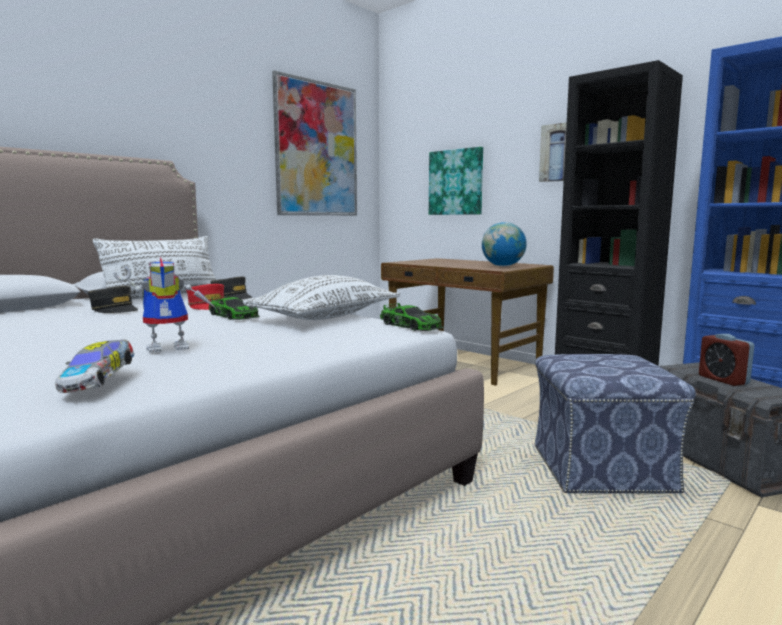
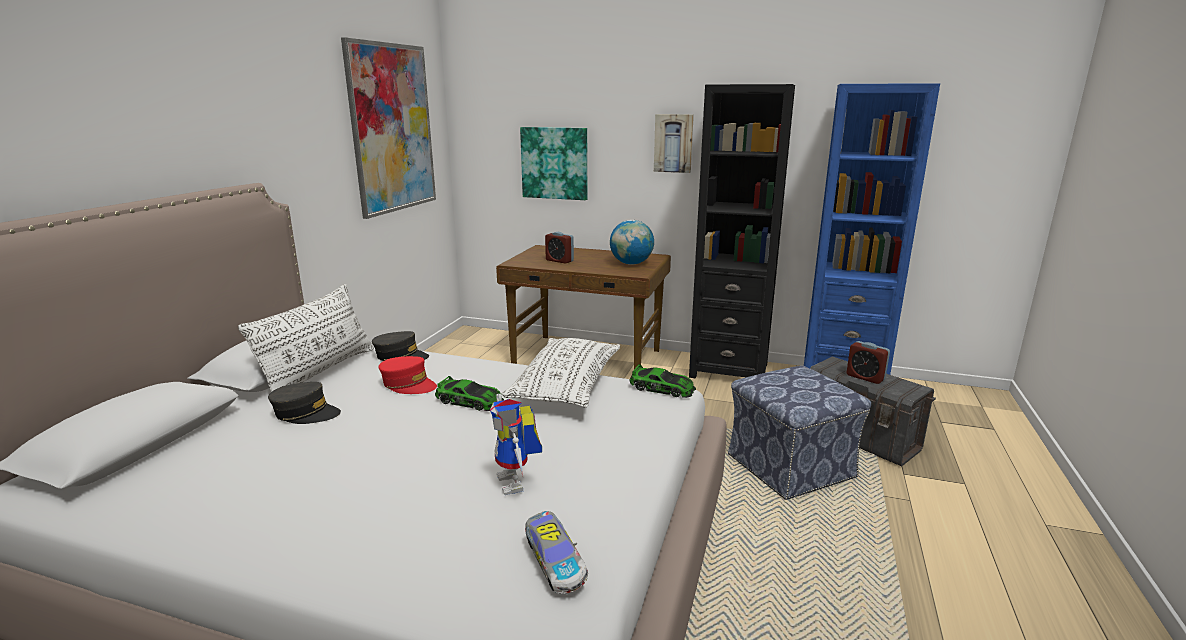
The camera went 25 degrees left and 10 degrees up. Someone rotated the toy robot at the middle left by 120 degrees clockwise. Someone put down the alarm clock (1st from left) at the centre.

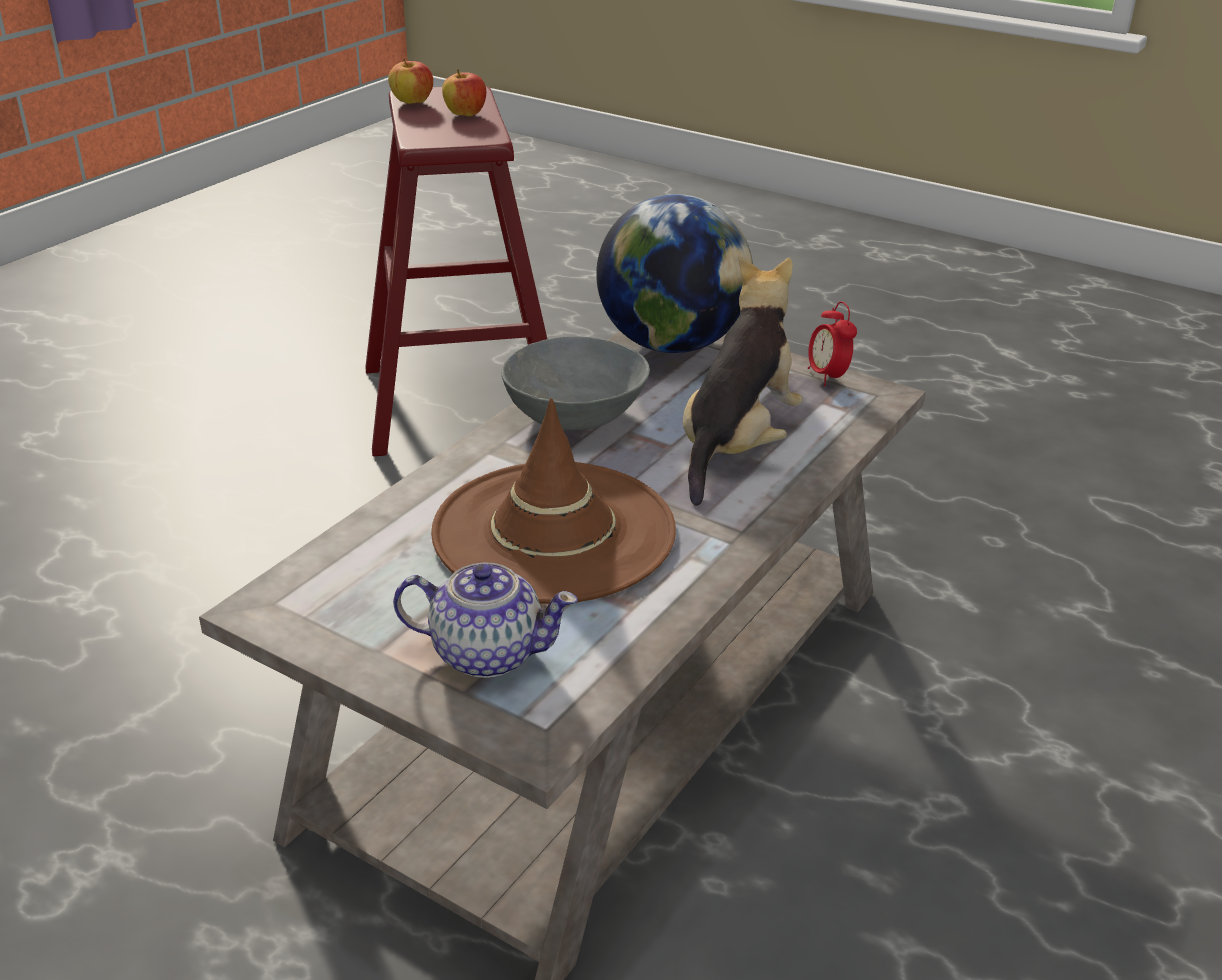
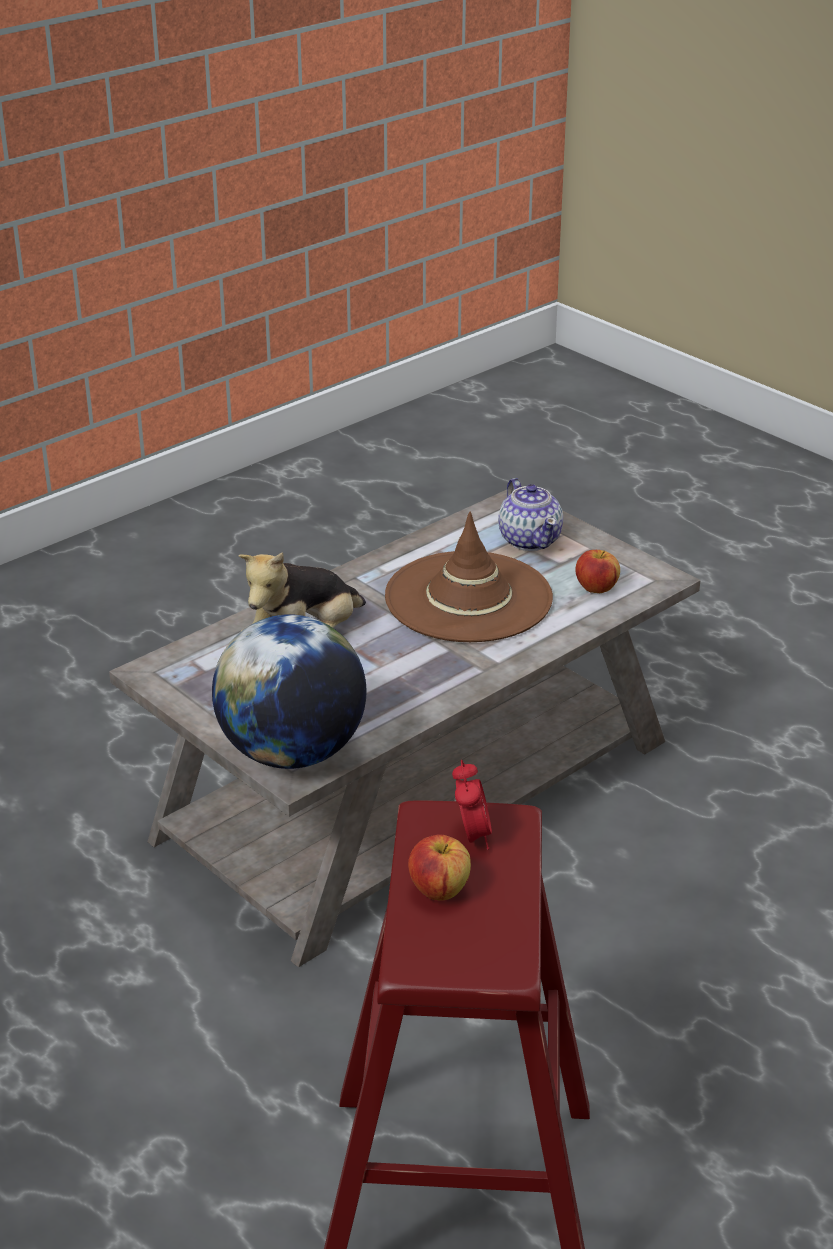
The camera went 165 degrees left and 0 degrees up. Someone carried the apple (1st from left in the first image) from the top centre to the middle right. Someone rotated the teapot at the centre by 135 degrees counterclockwise. Someone took away the grey bowl at the centre. Someone carried the alarm clock from the middle right to the centre.

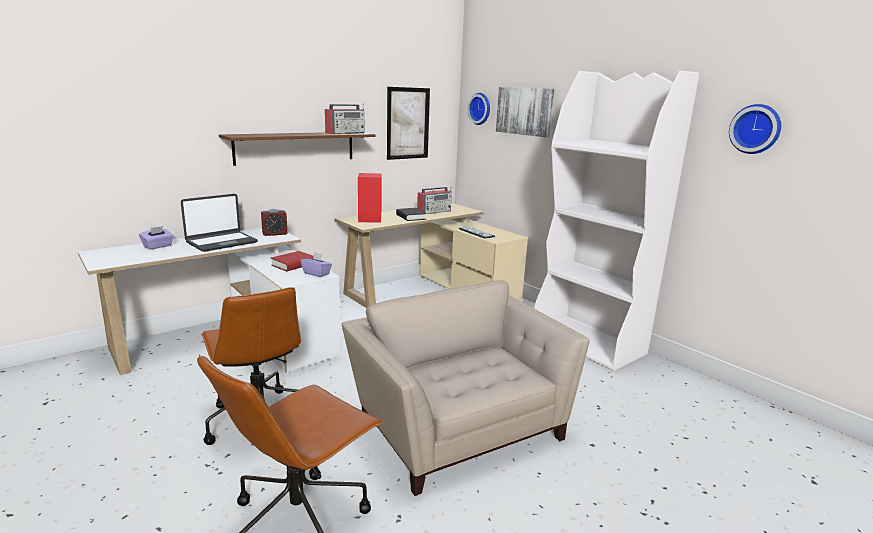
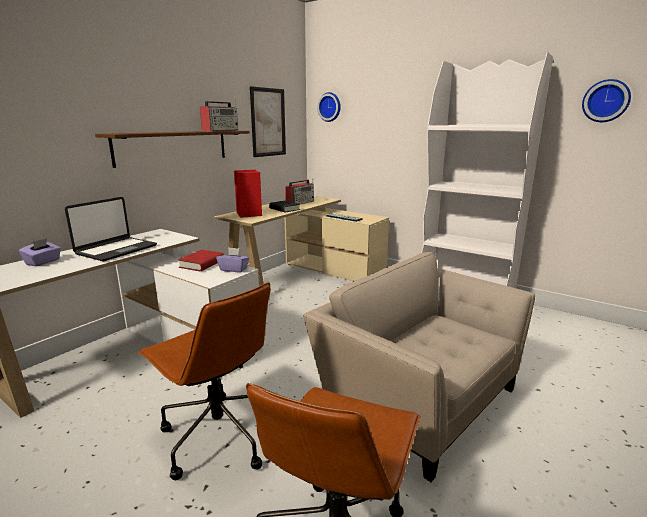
The camera went 15 degrees left and 0 degrees up. Someone took away the alarm clock at the middle left. Someone took away the picture (2nd from left) at the top centre.

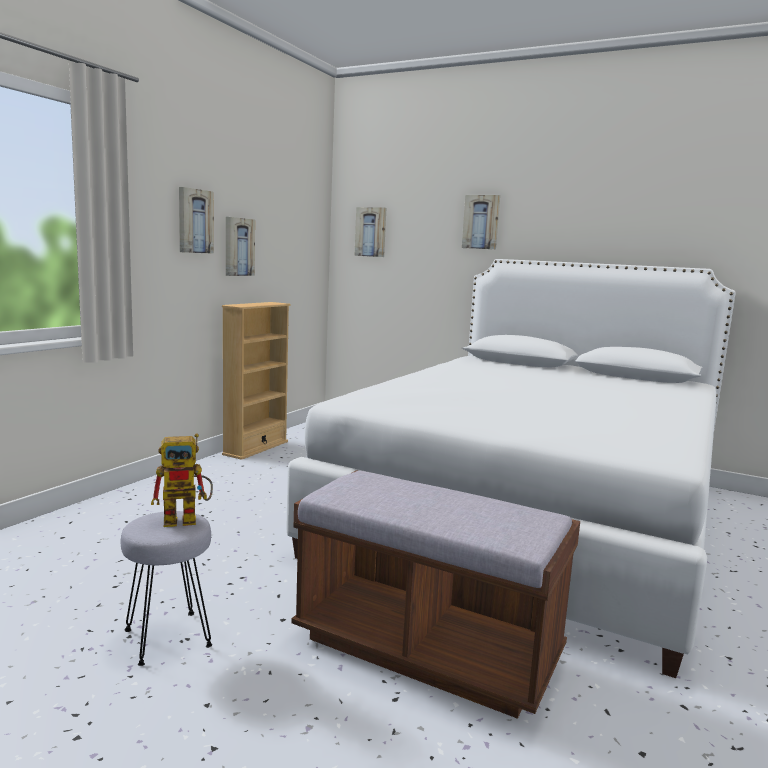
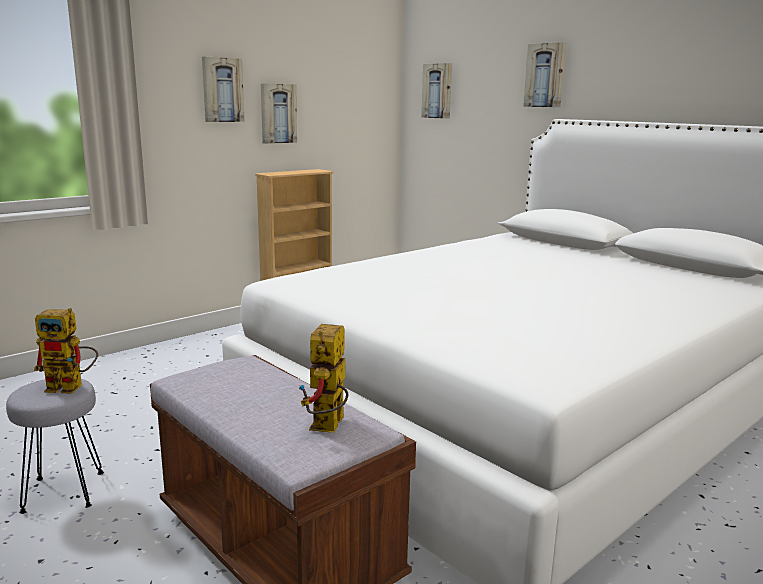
The camera went 20 degrees right and 5 degrees up. Someone put down the toy robot (2nd from left) at the centre.

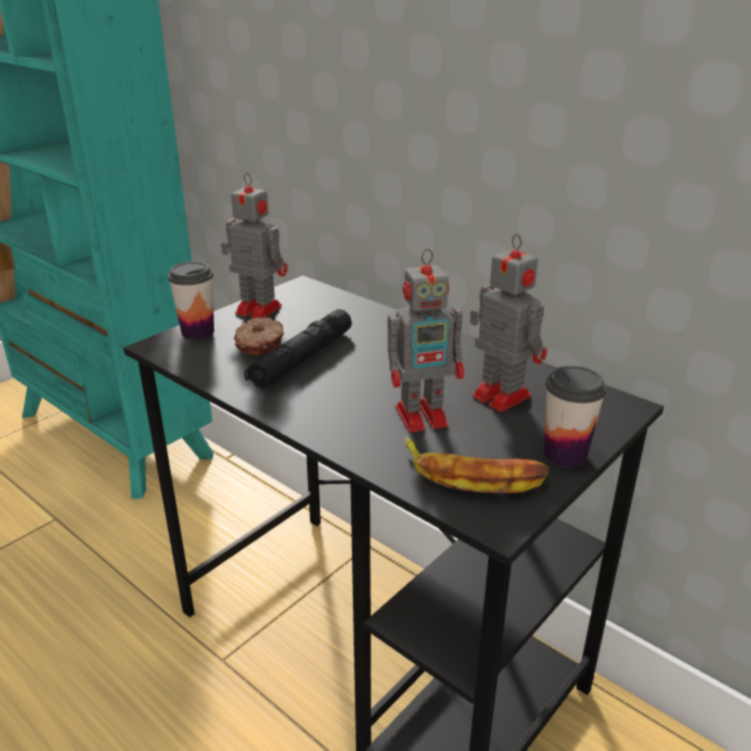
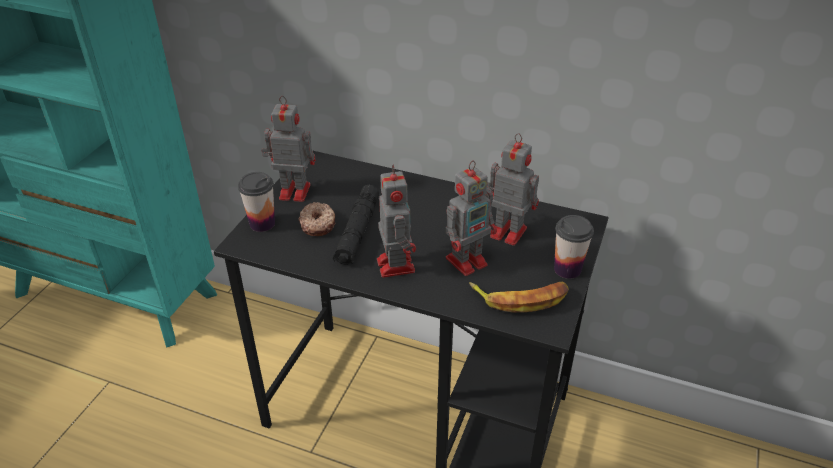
The camera went 20 degrees left and 10 degrees up. Someone put down the toy robot (2nd from left) at the centre.

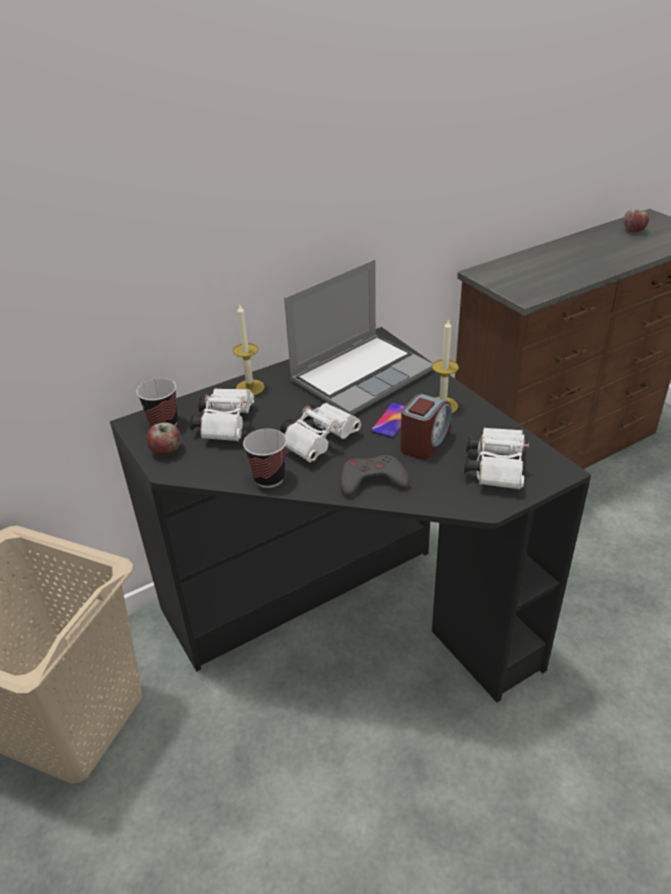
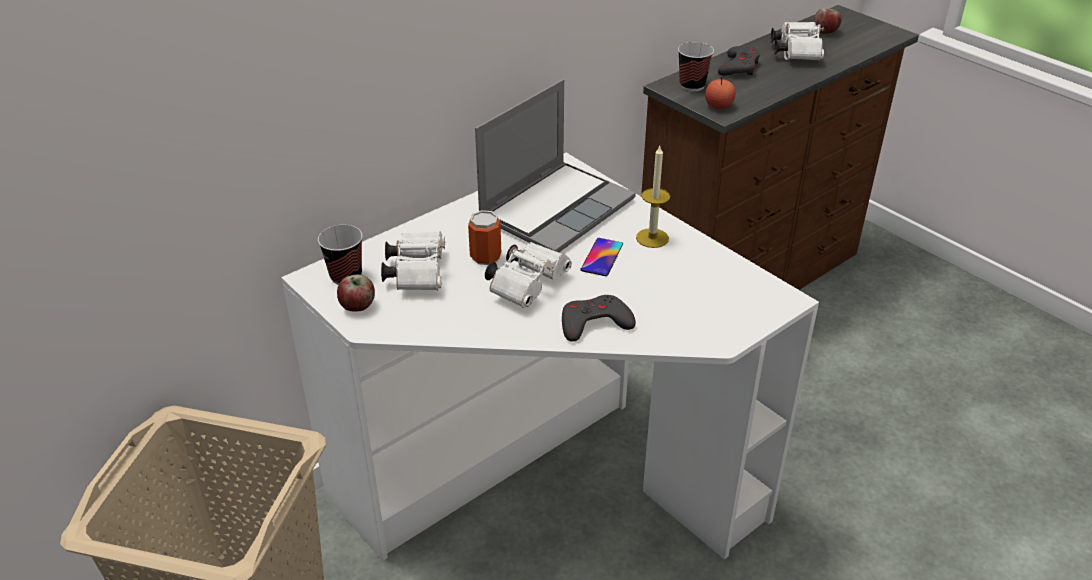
The camera went 10 degrees left and 0 degrees up. Someone repainted the black desk at the centre, which became the white desk at the centre. Someone took away the candle (1st from left) at the centre. Someone carried the cup (2nd from left) from the centre to the top centre. Someone took away the alarm clock at the centre. Someone carried the white binoculars (3rd from left) from the middle right to the top right. Someone put down the can at the centre. Someone put down the apple (2nd from left) at the top centre. Someone put down the grey game controller (2nd from left) at the top right.

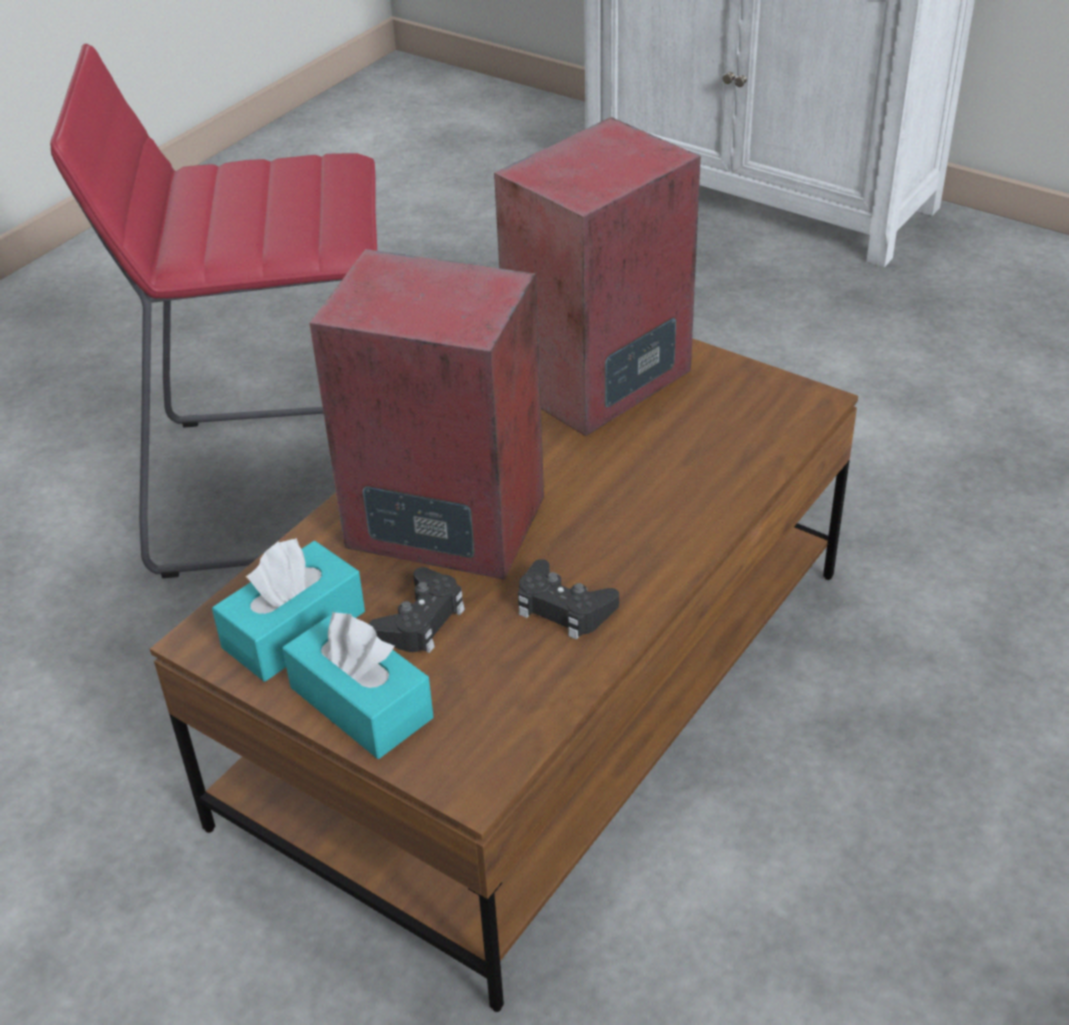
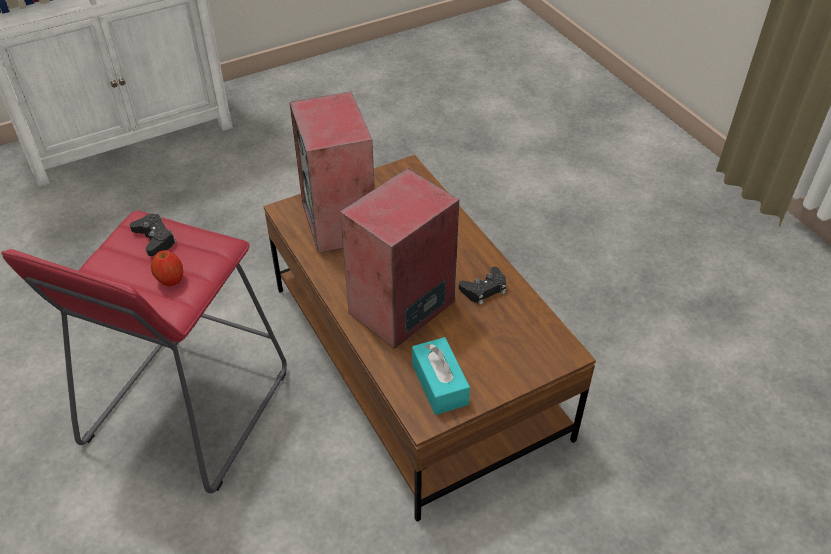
The camera went 65 degrees left and 5 degrees up. Someone took away the turquoise tissue box (2nd from left) at the bottom centre. Someone carried the black game controller (1st from left) from the centre to the middle left. Someone put down the apple at the middle left.

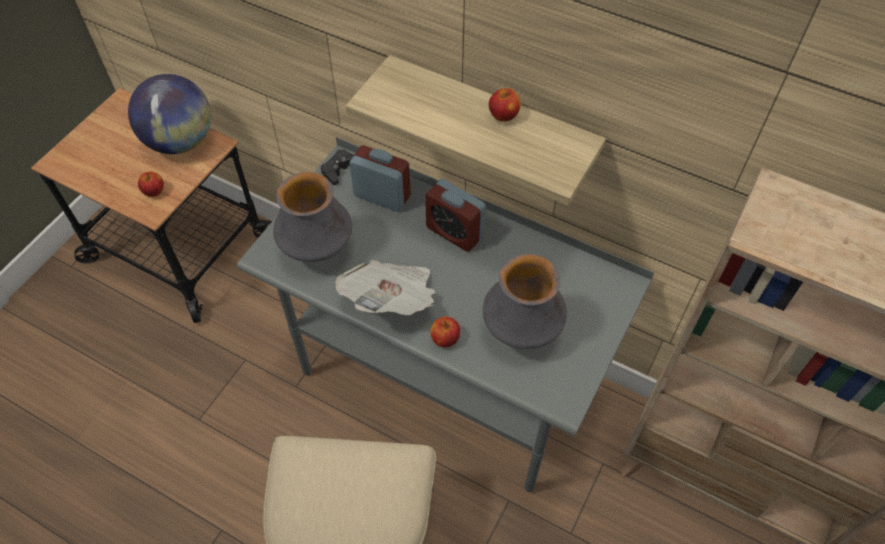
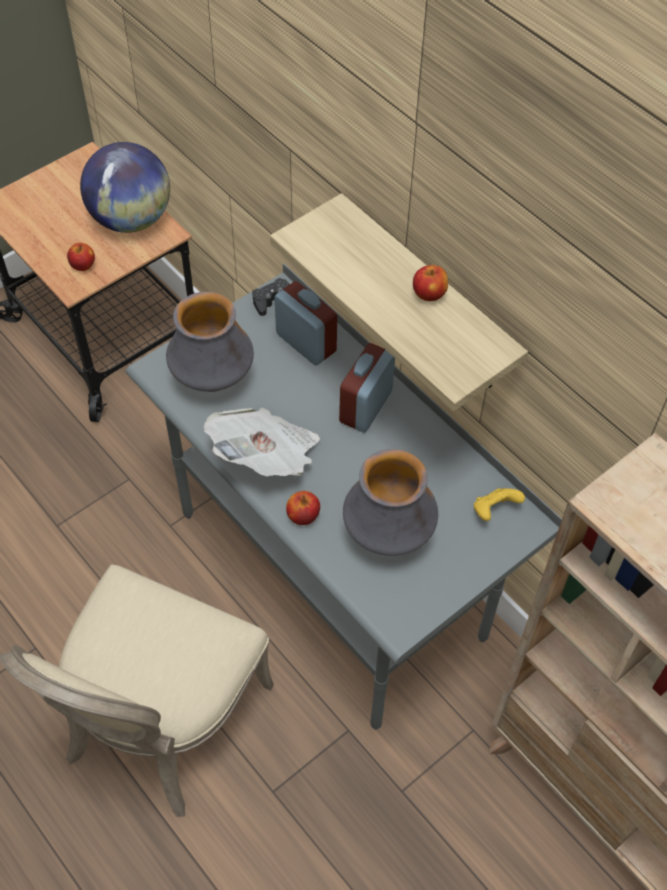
The camera went 20 degrees right and 0 degrees up. Someone rotated the alarm clock (2nd from left) at the centre by 60 degrees clockwise. Someone put down the yellow game controller at the middle right.

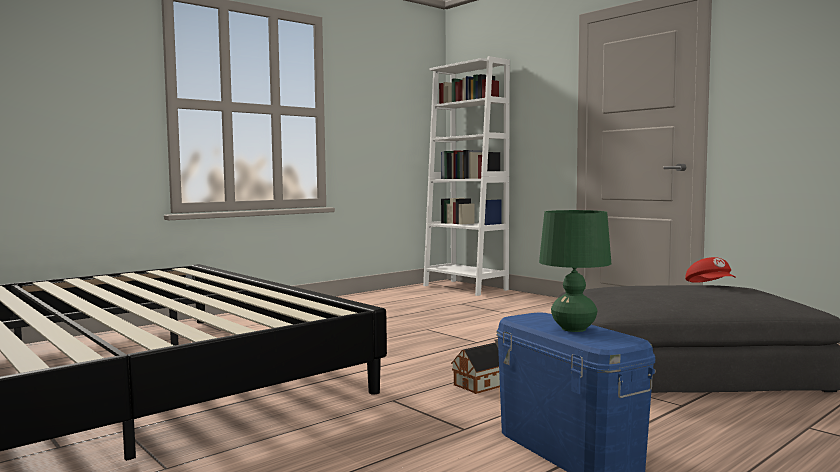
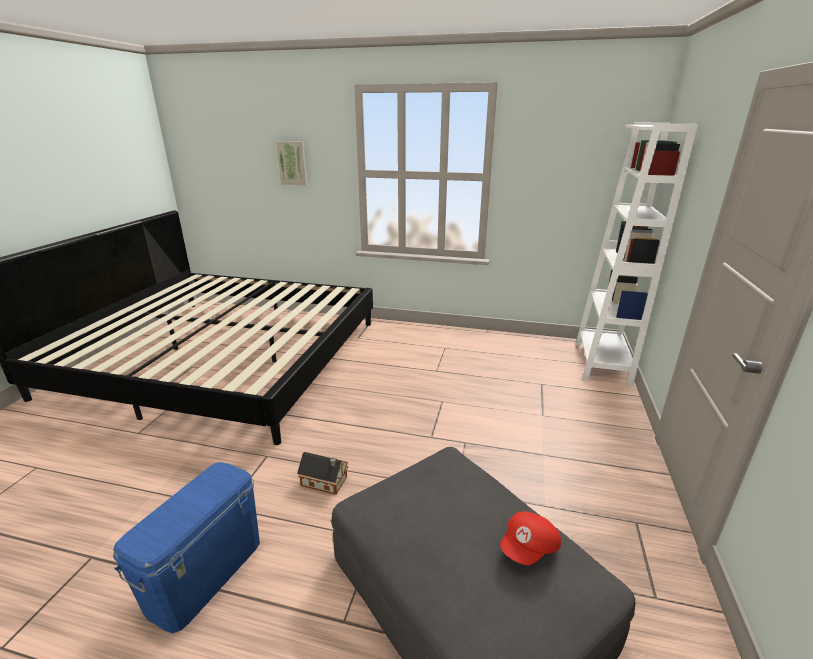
The camera went 55 degrees right and 20 degrees up. Someone took away the green table lamp at the middle right. Someone put up the picture at the top centre.

